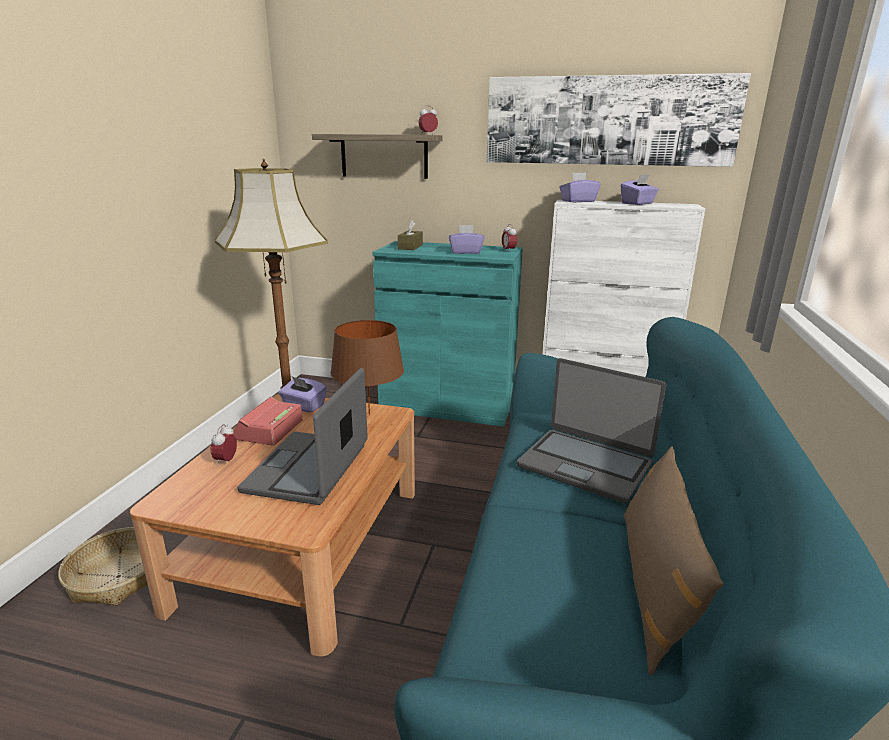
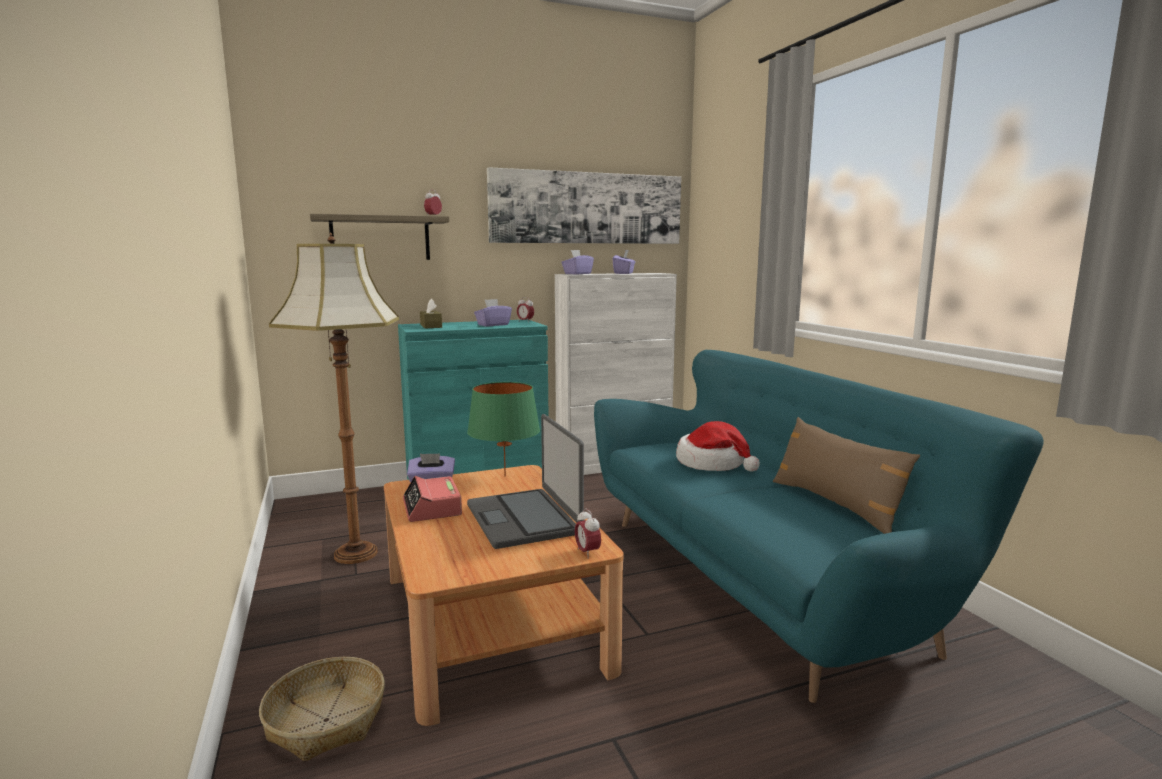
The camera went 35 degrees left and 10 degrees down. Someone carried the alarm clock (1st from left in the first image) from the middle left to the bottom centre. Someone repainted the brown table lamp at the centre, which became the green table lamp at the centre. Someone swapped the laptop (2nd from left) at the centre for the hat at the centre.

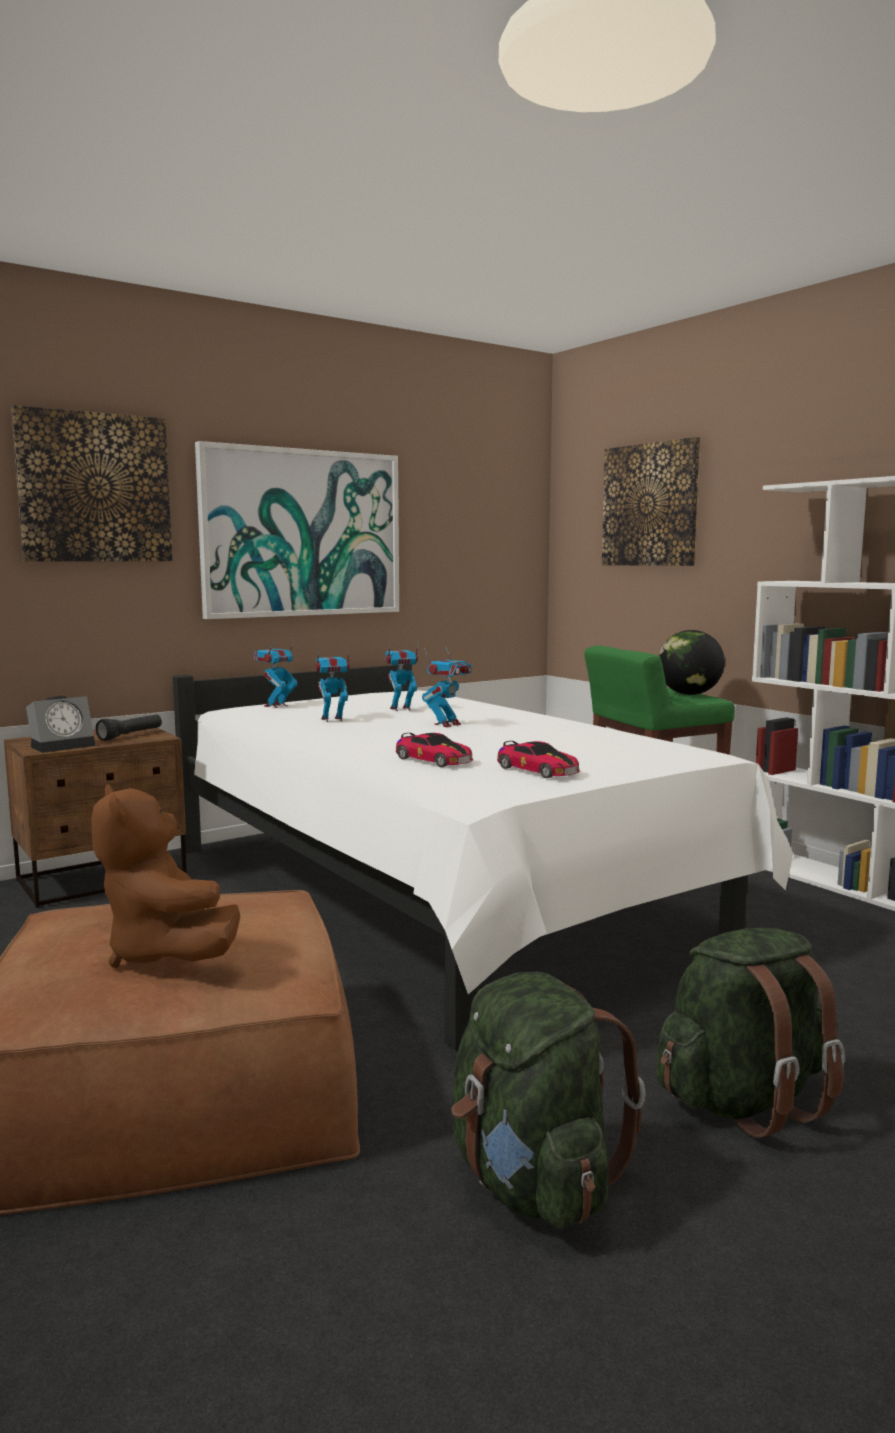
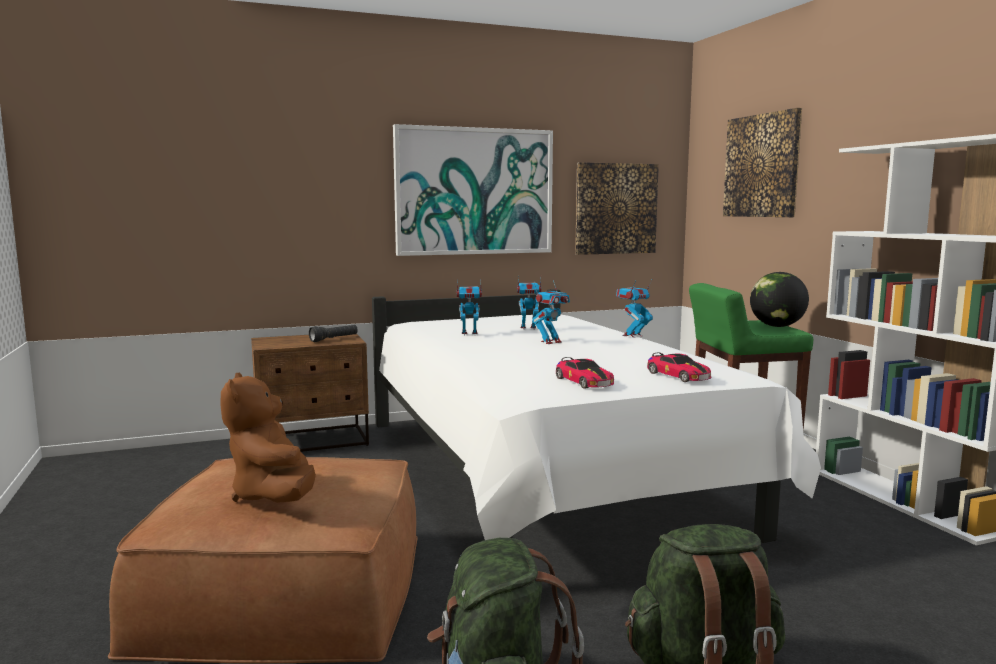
The camera went 15 degrees right and 0 degrees up. Someone carried the picture (1st from left in the first image) from the middle left to the top centre. Someone took away the alarm clock at the middle left. Someone carried the toy robot (1st from left in the first image) from the middle left to the centre. Someone carried the toy car (1st from left in the first image) from the centre to the middle right.

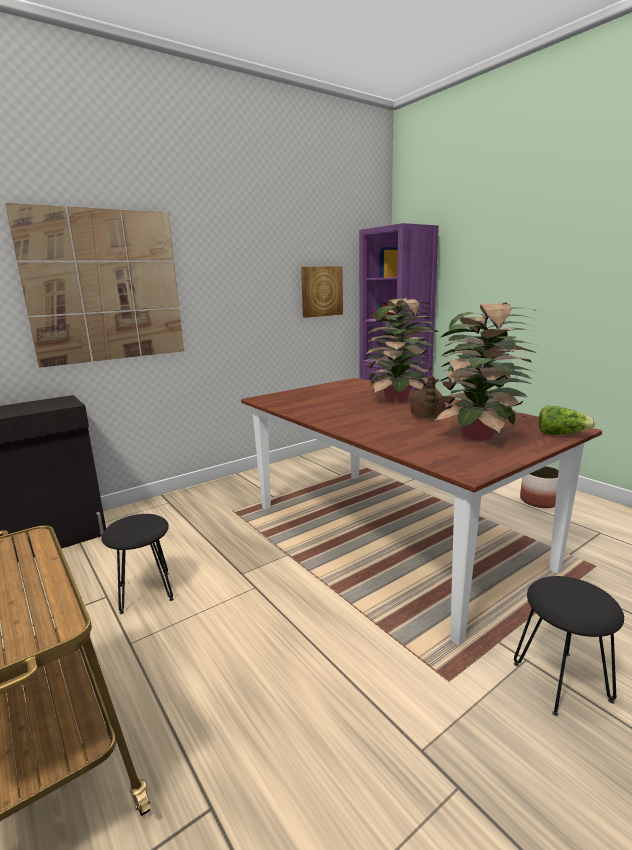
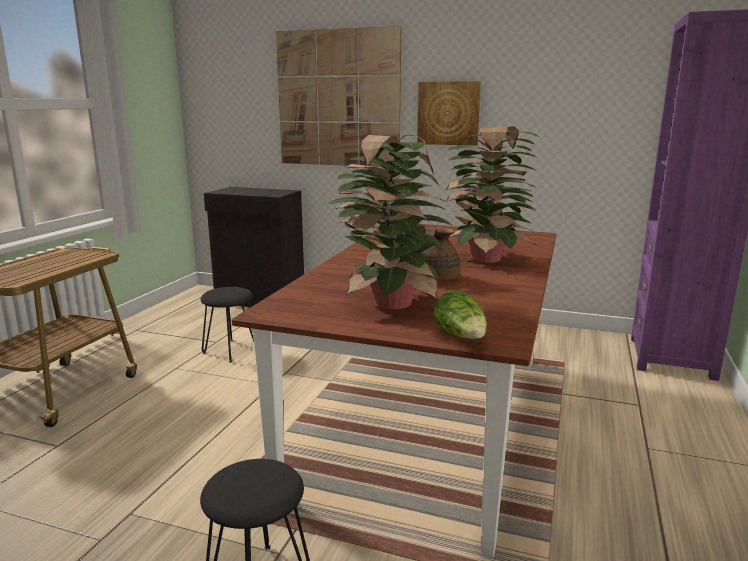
The camera went 55 degrees right and 0 degrees up. Someone carried the picture (2nd from left) from the centre to the top centre. Someone took away the planter at the middle right.

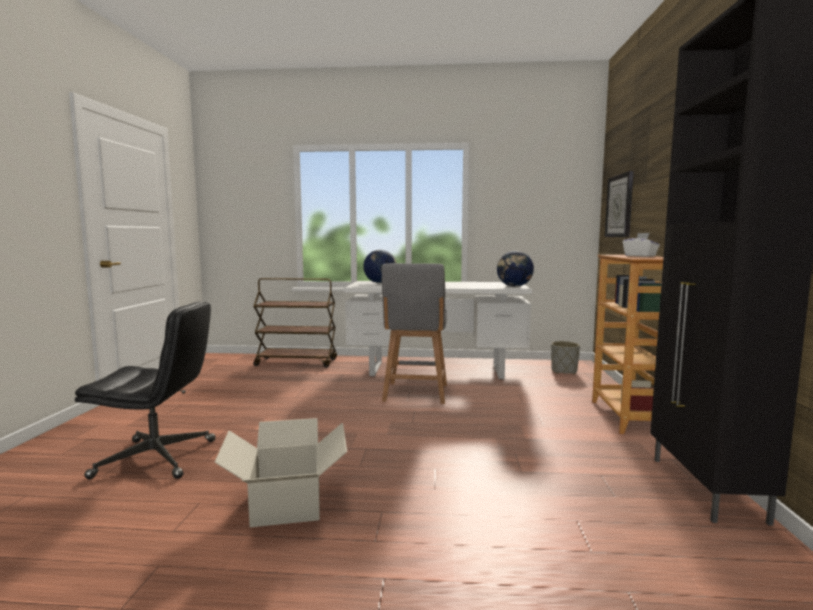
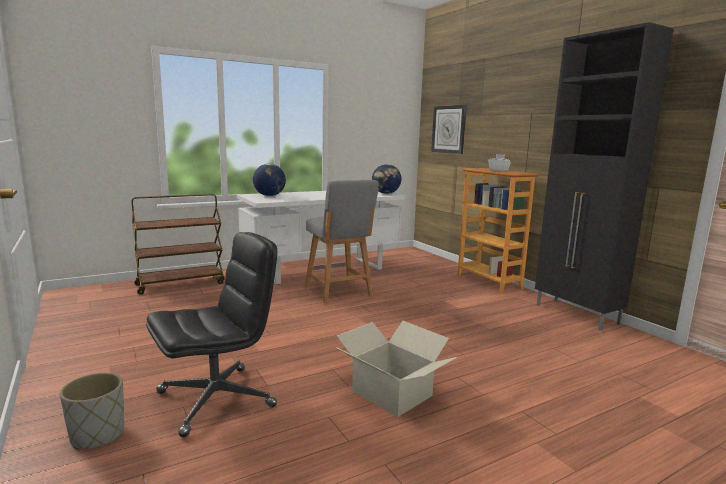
The camera went 35 degrees left and 5 degrees up. Someone carried the grey planter from the middle right to the bottom left.

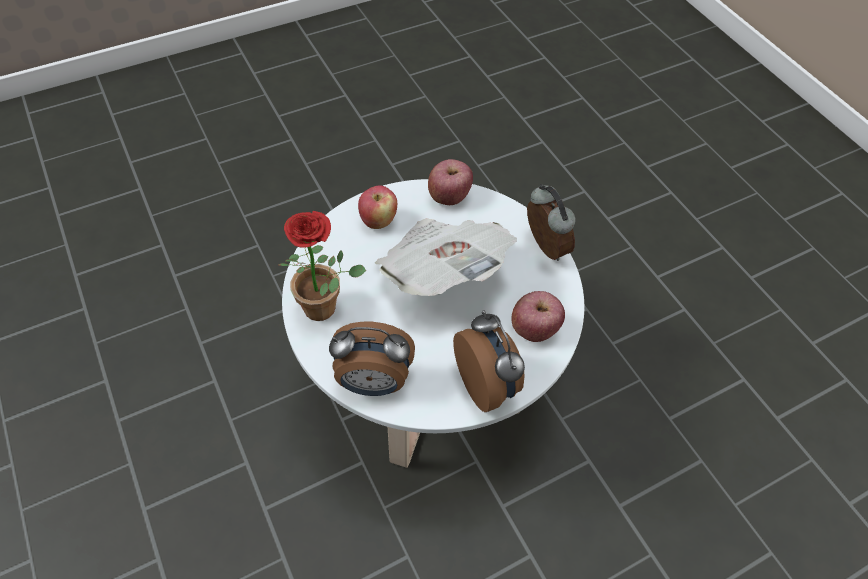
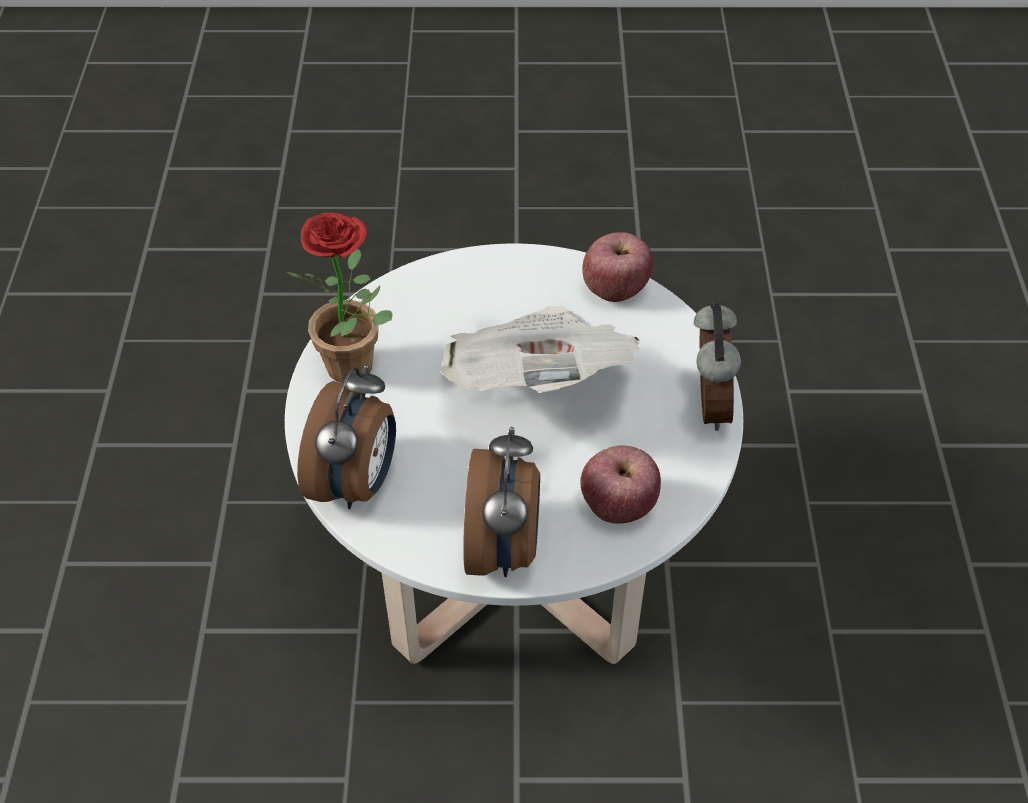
The camera went 30 degrees right and 5 degrees down. Someone rotated the alarm clock (1st from left) at the centre by 105 degrees counterclockwise. Someone took away the apple (1st from left) at the centre.

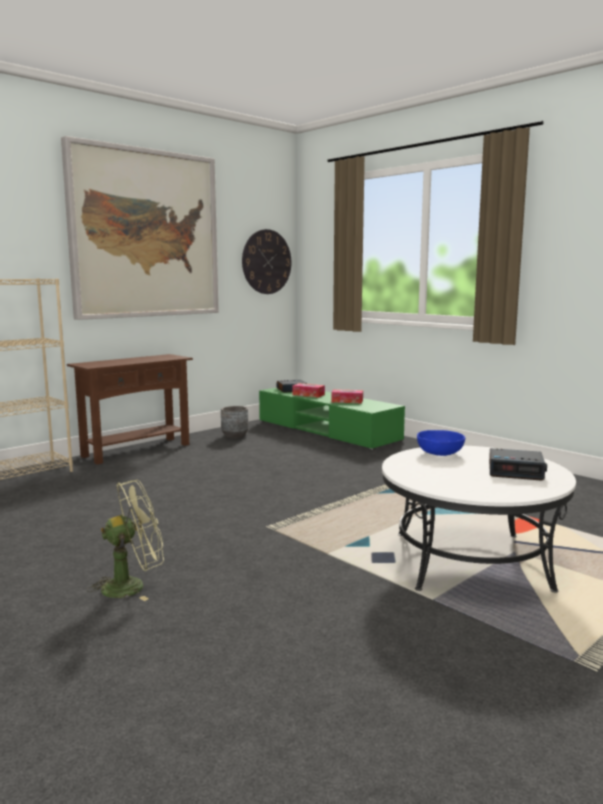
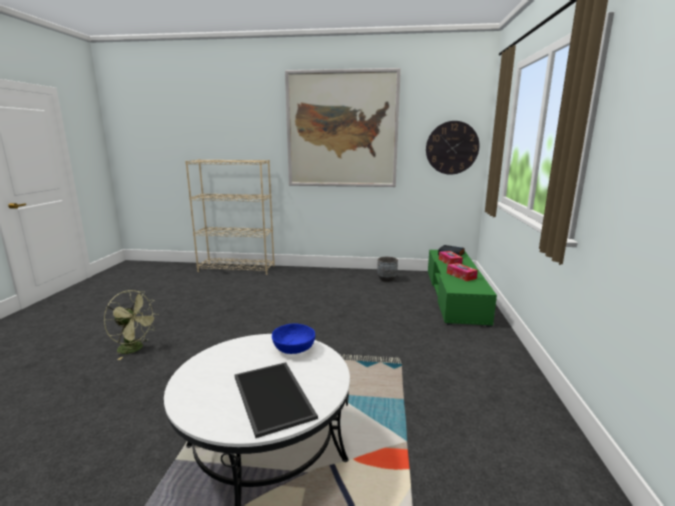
The camera went 50 degrees right and 5 degrees up. Someone took away the brown console table at the middle left. Someone swapped the alarm clock (2nd from left) at the middle right for the tray at the bottom centre.

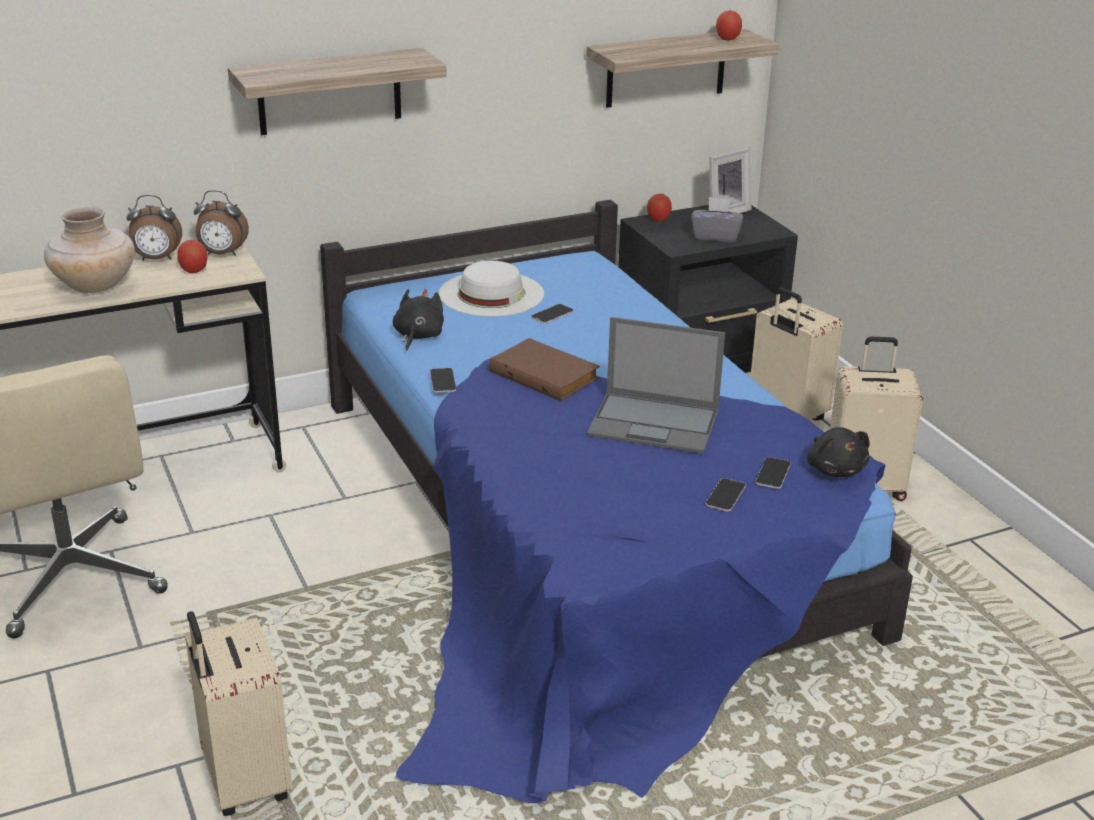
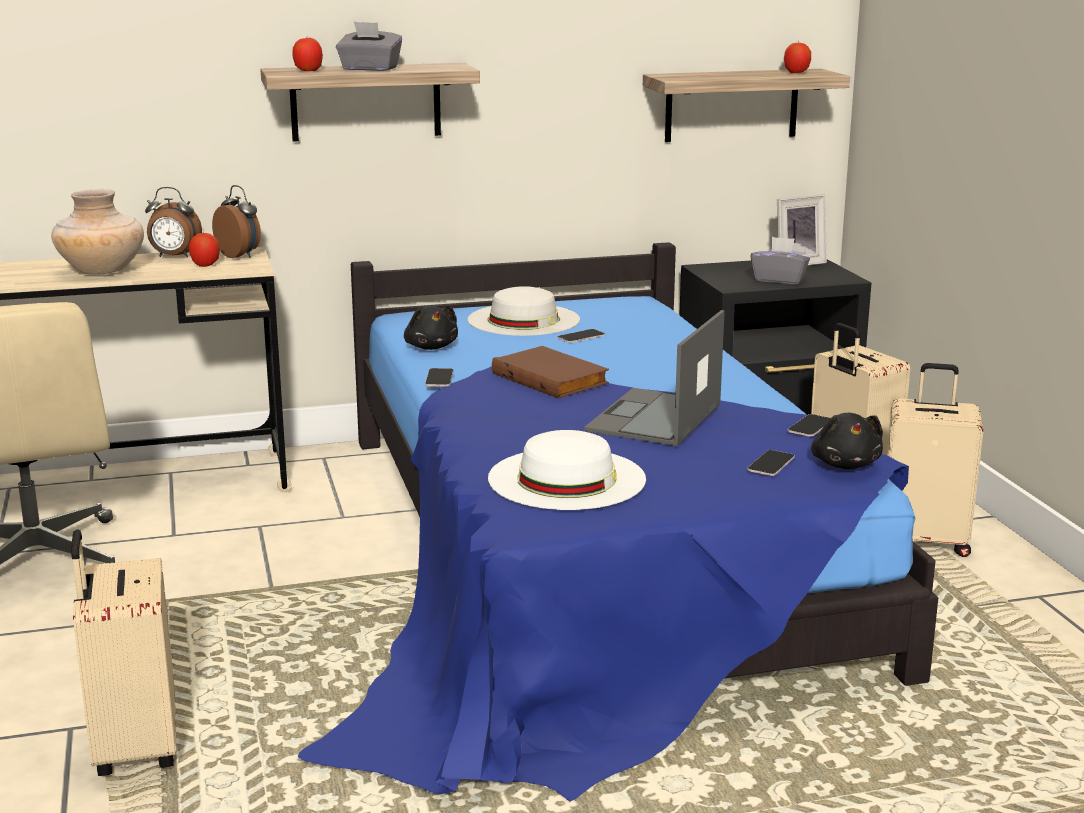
The camera went 10 degrees right and 10 degrees down. Someone rotated the alarm clock (2nd from left) at the top left by 150 degrees counterclockwise. Someone rotated the black plush toy (1st from left) at the centre by 135 degrees clockwise. Someone rotated the laptop at the centre by 90 degrees clockwise. Someone carried the apple (2nd from left) from the top centre to the top left. Someone carried the phone (3rd from left in the first image) from the centre to the middle right. Someone put down the grey tissue box (1st from left) at the top centre. Someone put down the white hat (2nd from left) at the centre.

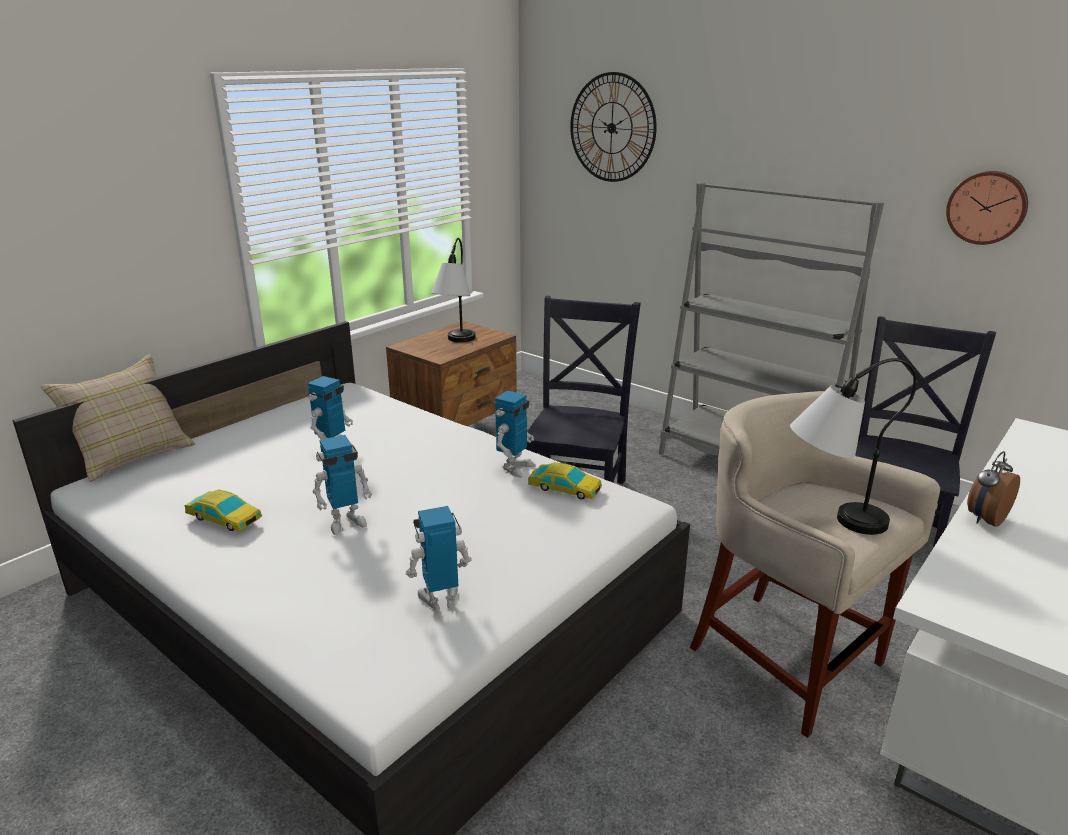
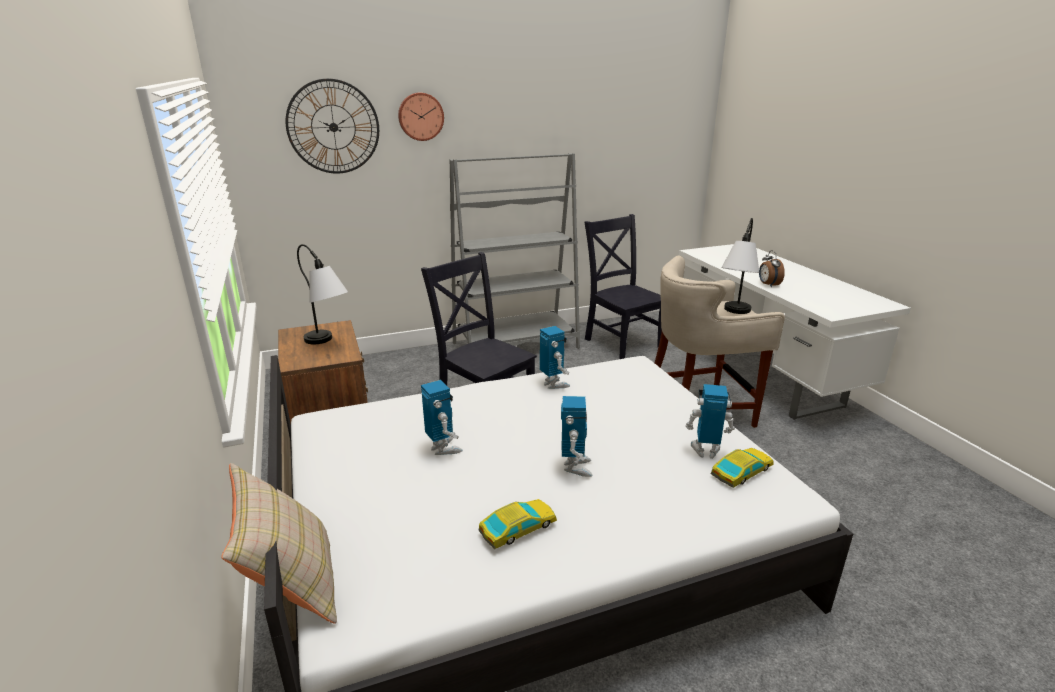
The camera went 60 degrees left and 0 degrees up. Someone rotated the toy robot (3rd from left in the first image) at the bottom centre by 90 degrees clockwise. Someone carried the toy car (2nd from left) from the centre to the bottom right. Someone carried the wall clock (2nd from left) from the top right to the top centre.

